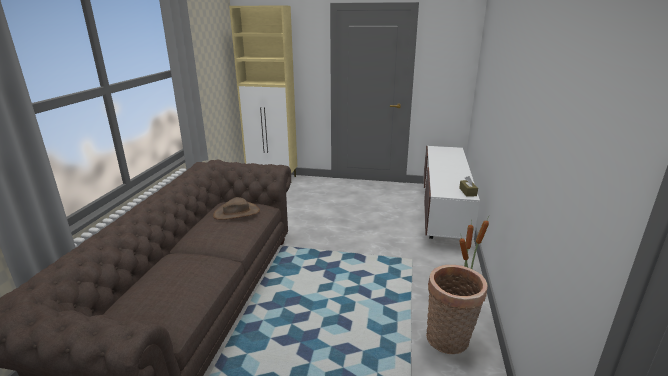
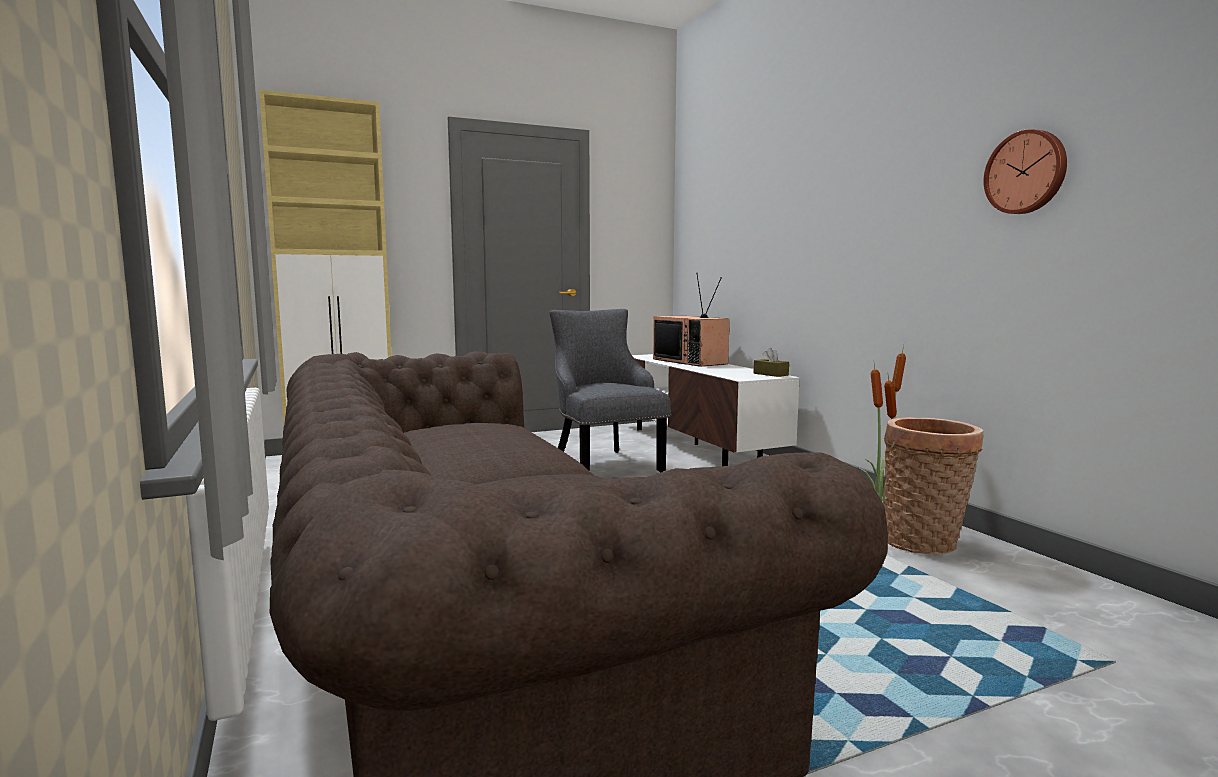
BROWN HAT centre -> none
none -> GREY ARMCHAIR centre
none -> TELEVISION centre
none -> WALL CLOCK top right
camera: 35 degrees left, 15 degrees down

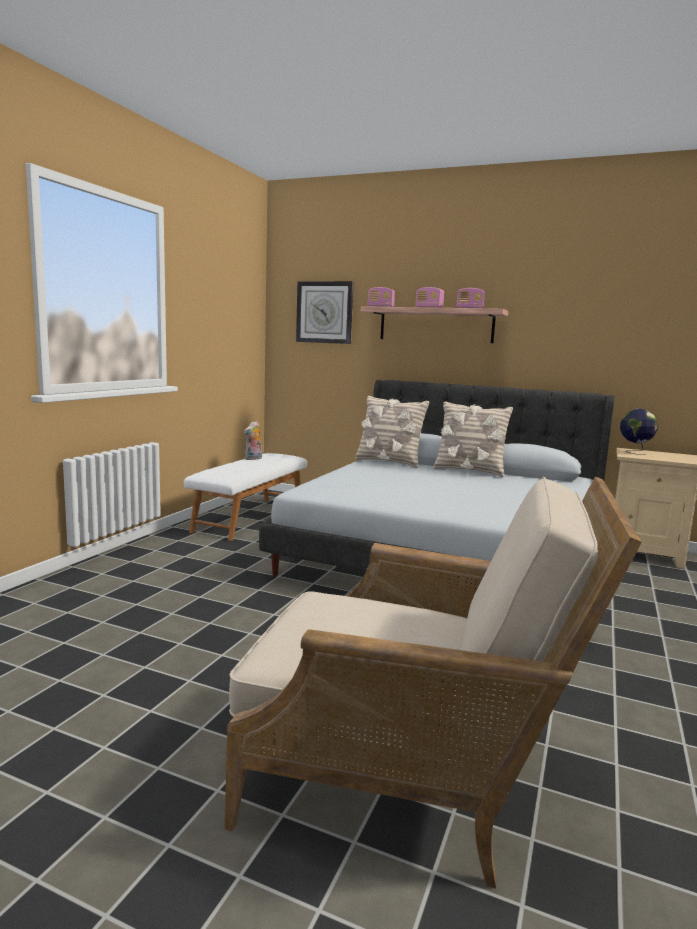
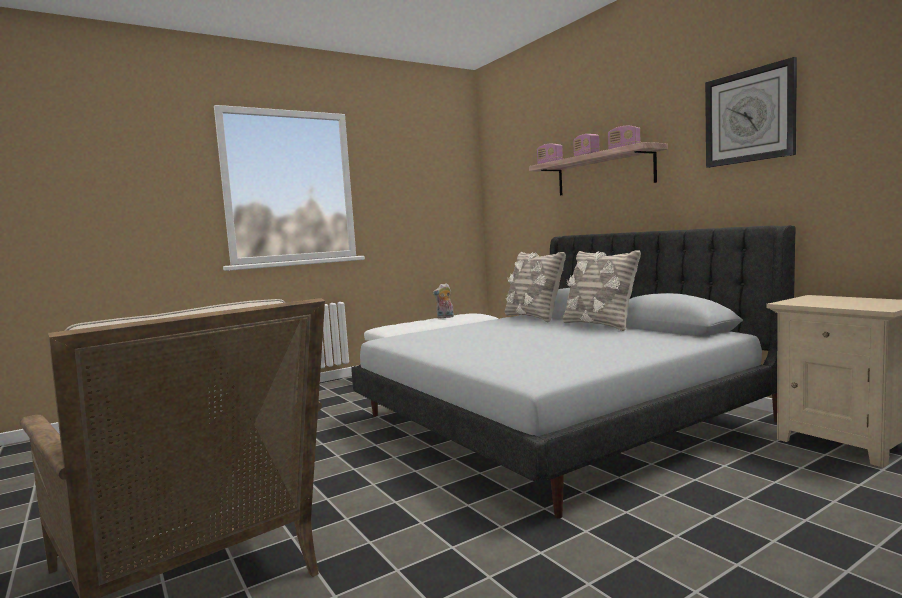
WALL CLOCK centre -> WALL CLOCK top right, move
GLOBE middle right -> none
camera: 35 degrees right, 5 degrees down

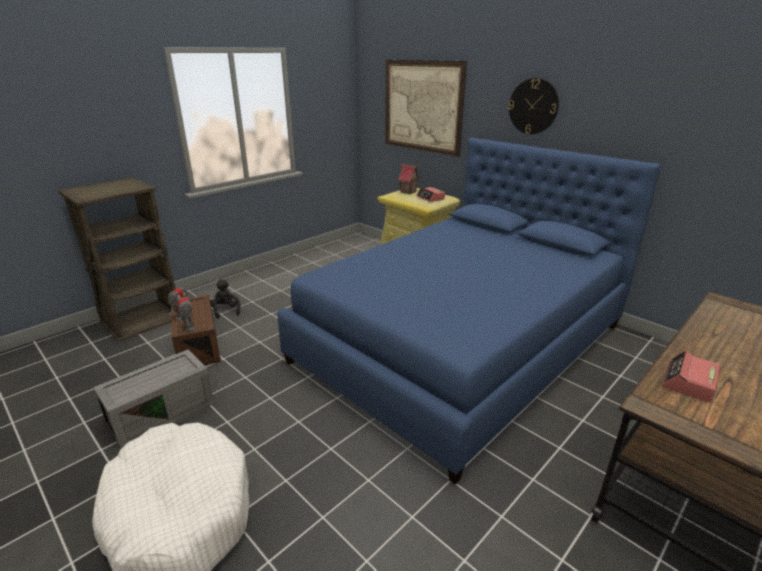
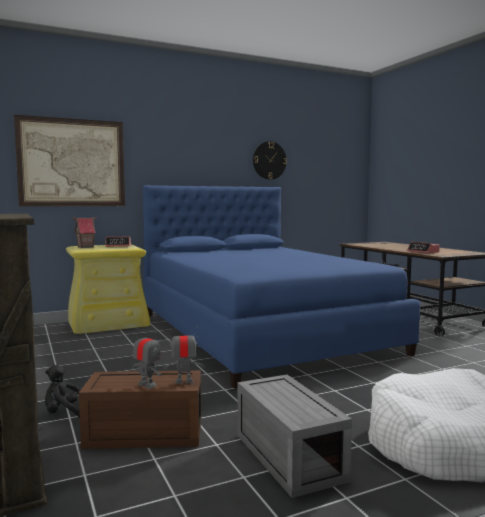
WALL CLOCK top right -> WALL CLOCK top centre, move
camera: 70 degrees left, 20 degrees down

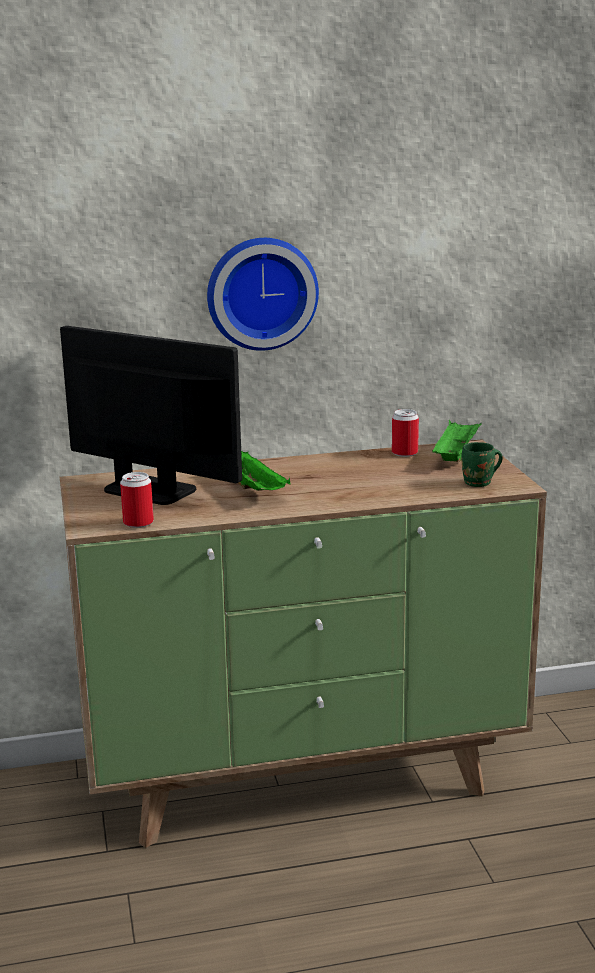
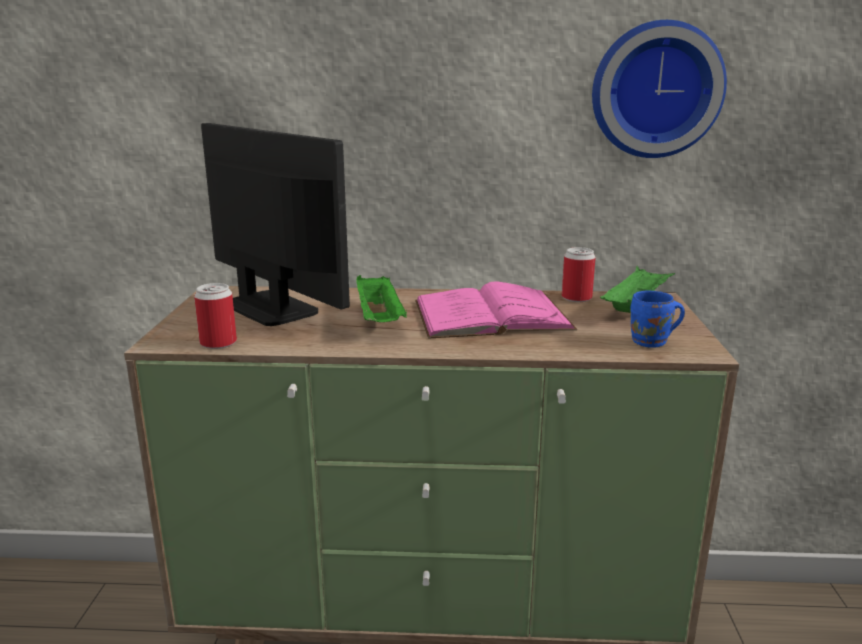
WALL CLOCK top centre -> WALL CLOCK top right, move
GREEN MUG middle right -> BLUE MUG middle right
none -> PINK BOOK centre
camera: 15 degrees right, 0 degrees up

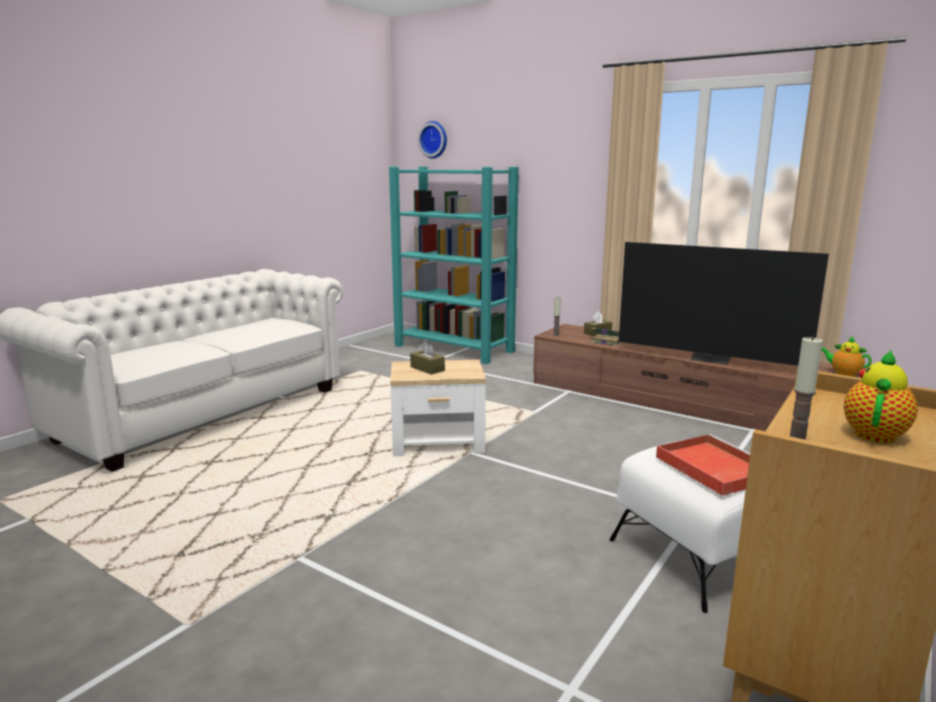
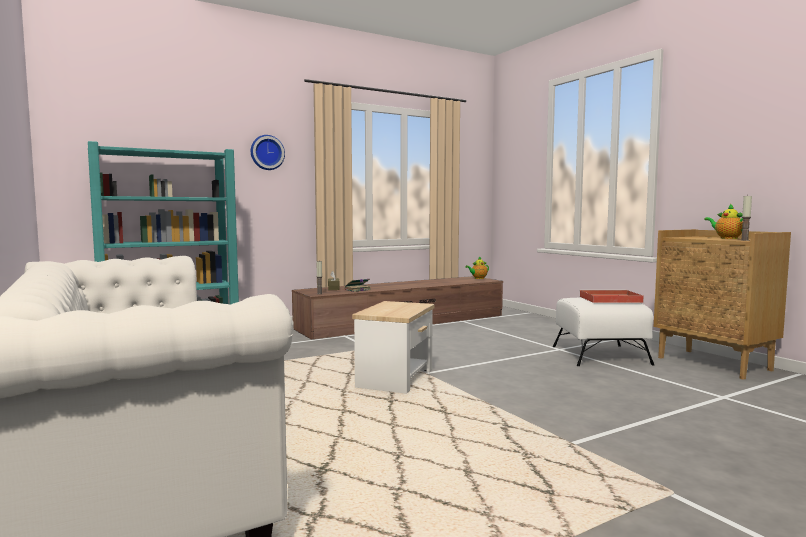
BROWN TISSUE BOX (1st from left) centre -> none
WALL CLOCK top centre -> WALL CLOCK top left, move
TELEVISION middle right -> none
camera: 65 degrees left, 10 degrees down

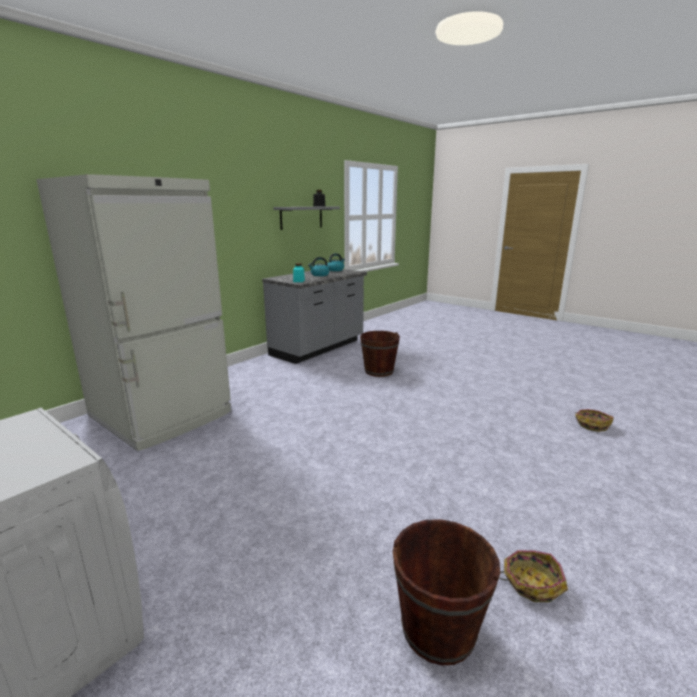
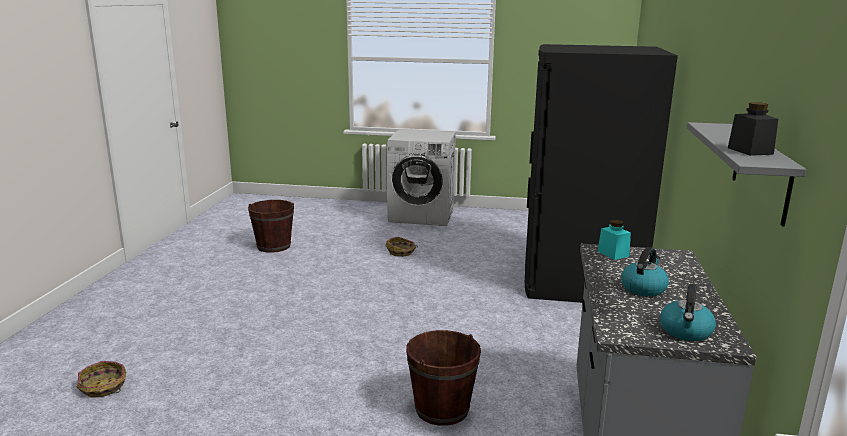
WHITE FRIDGE middle left -> BLACK FRIDGE middle right
BASKET (1st from left in the first image) bottom right -> BASKET (2nd from left) centre, move
camera: 150 degrees right, 0 degrees up

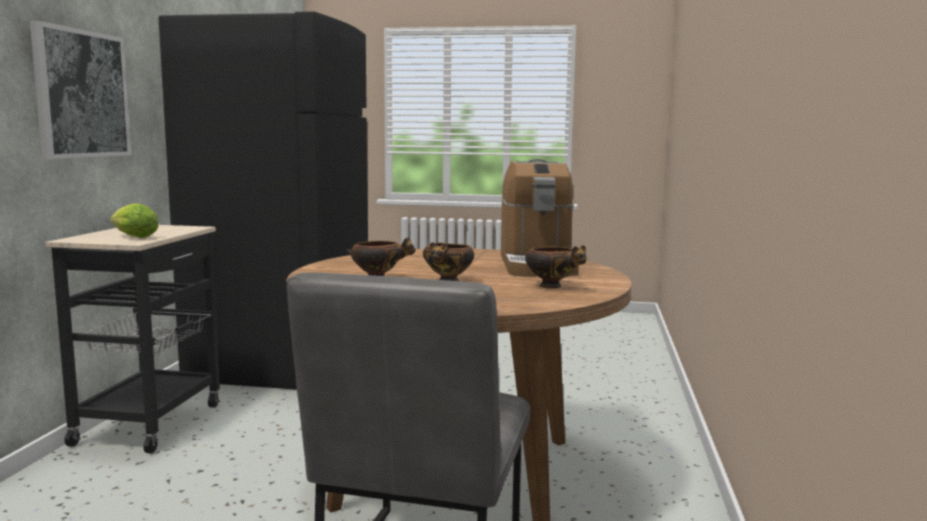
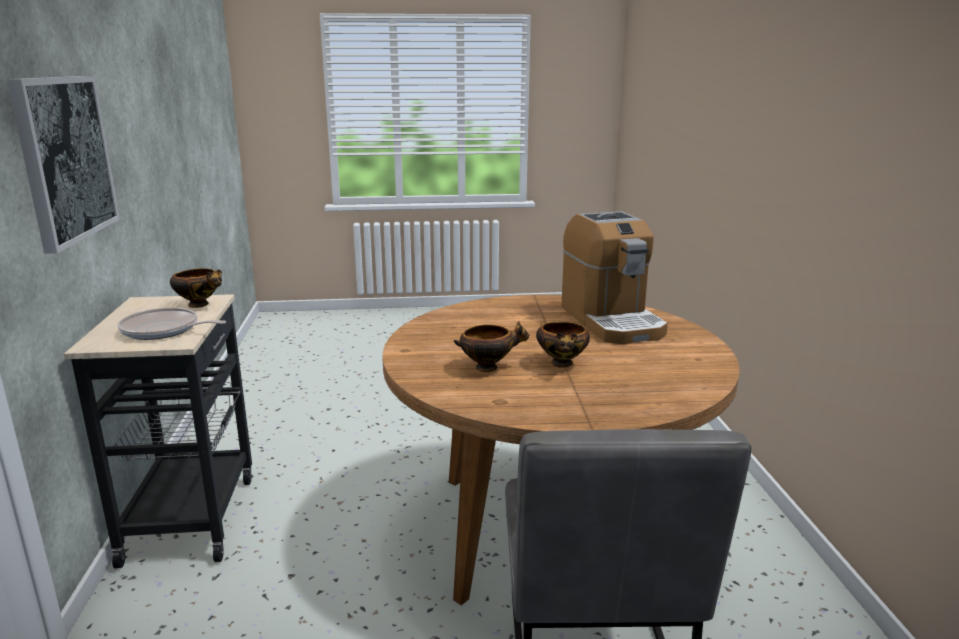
LETTUCE middle left -> FRYING PAN middle left
BLACK FRIDGE middle left -> none
BOWL (3rd from left in the first image) centre -> BOWL (1st from left) middle left, move
camera: 15 degrees left, 10 degrees up

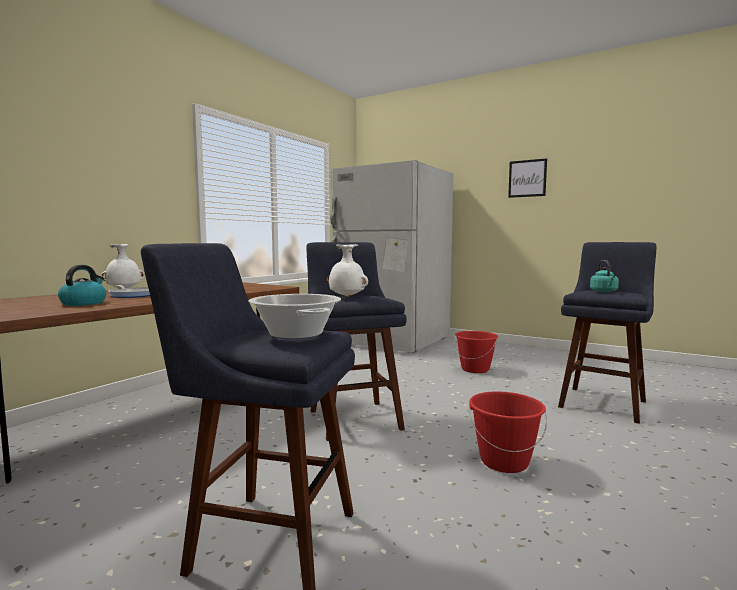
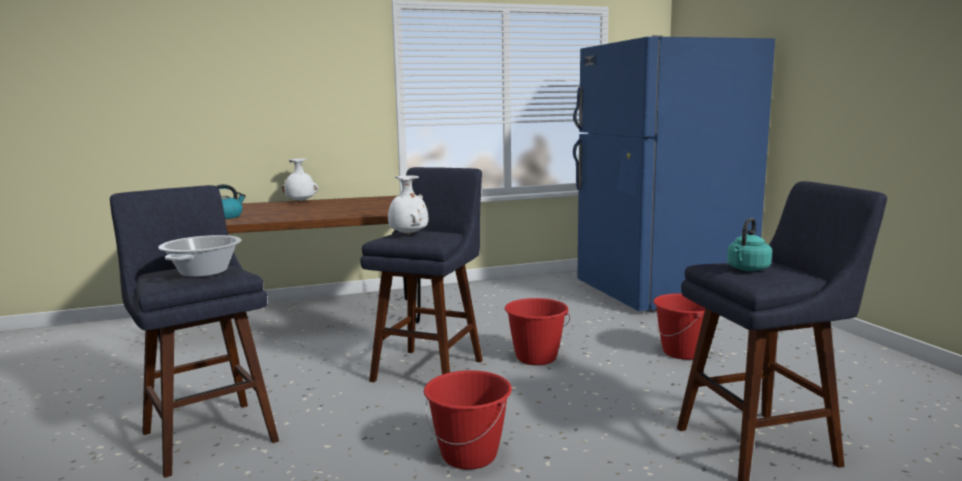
FRYING PAN middle left -> none
WHITE FRIDGE centre -> BLUE FRIDGE middle right
PICTURE top right -> none
none -> RED BUCKET (2nd from left) bottom centre
camera: 40 degrees right, 5 degrees up

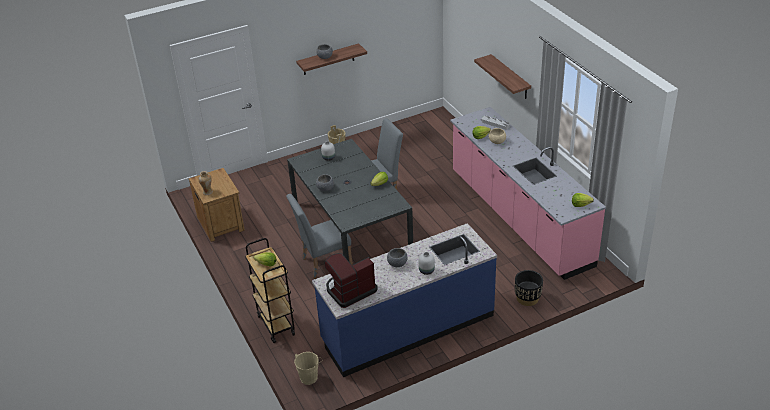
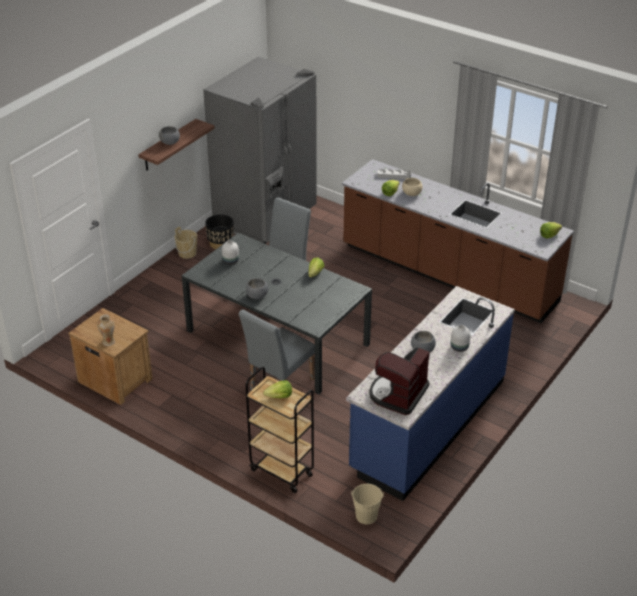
PINK COUNTER middle right -> BROWN COUNTER middle right
SHELF (2nd from left) top centre -> none
BLACK PLANTER bottom right -> BLACK PLANTER centre, move
none -> GREY FRIDGE top centre
camera: 30 degrees left, 0 degrees up

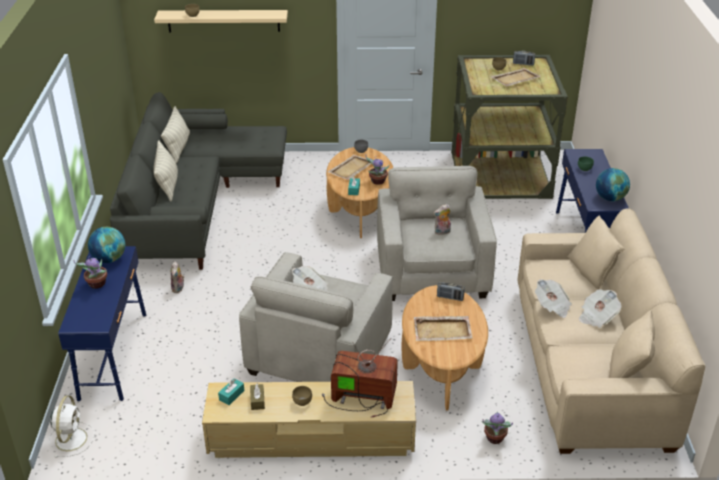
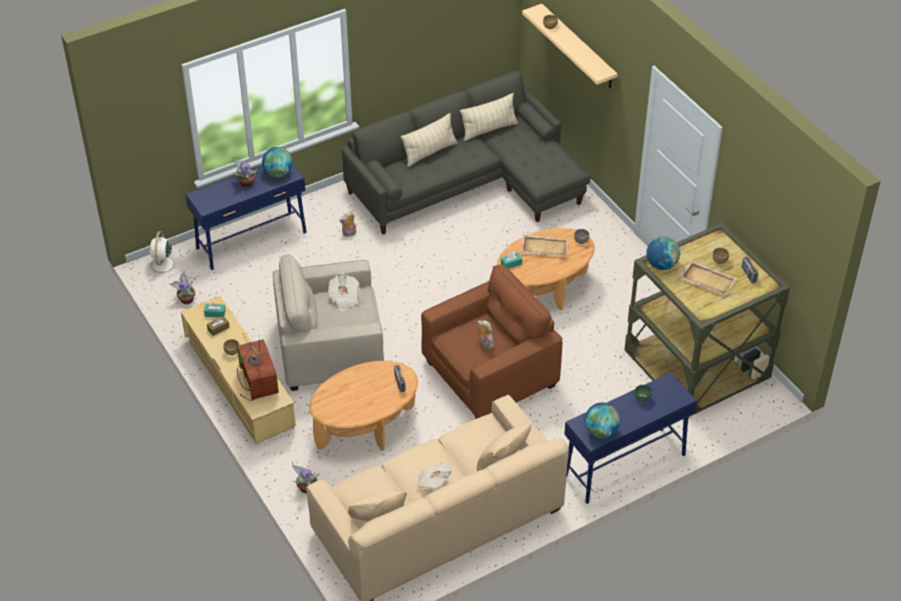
WHITE FAN bottom left -> WHITE FAN middle left, 120 degrees clockwise
POTTED PLANT (2nd from left in the first image) centre -> POTTED PLANT (1st from left) middle left, move
GREY ARMCHAIR (2nd from left) centre -> BROWN ARMCHAIR centre
BEIGE TRAY (2nd from left) bottom centre -> none
NEWSPAPER (2nd from left) middle right -> none
none -> GLOBE (3rd from left) middle right
camera: 60 degrees right, 10 degrees up

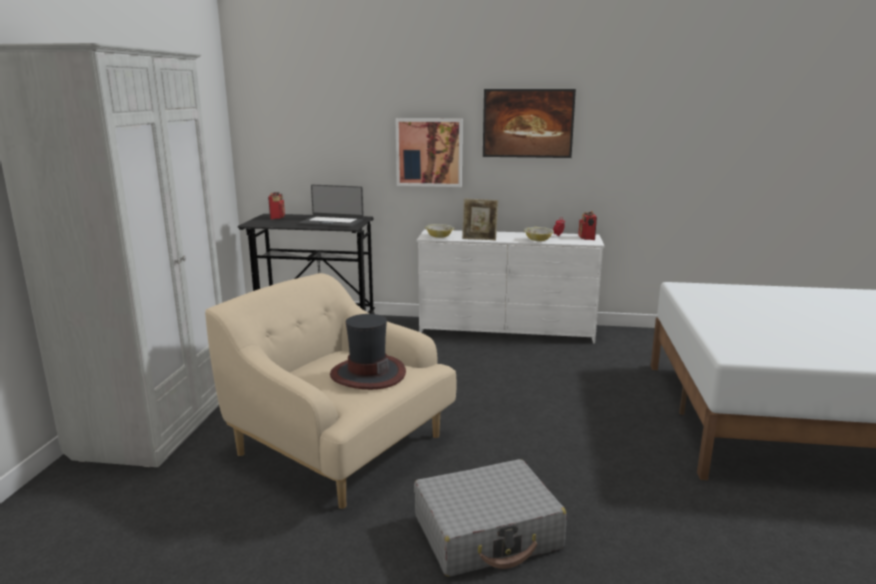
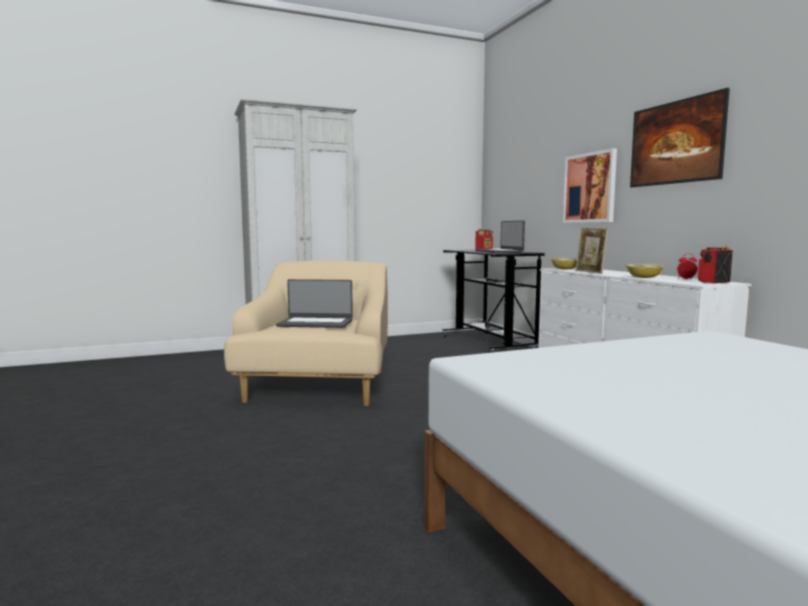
HAT centre -> LAPTOP (1st from left) centre
GREY SUITCASE bottom centre -> none
camera: 60 degrees right, 10 degrees down

